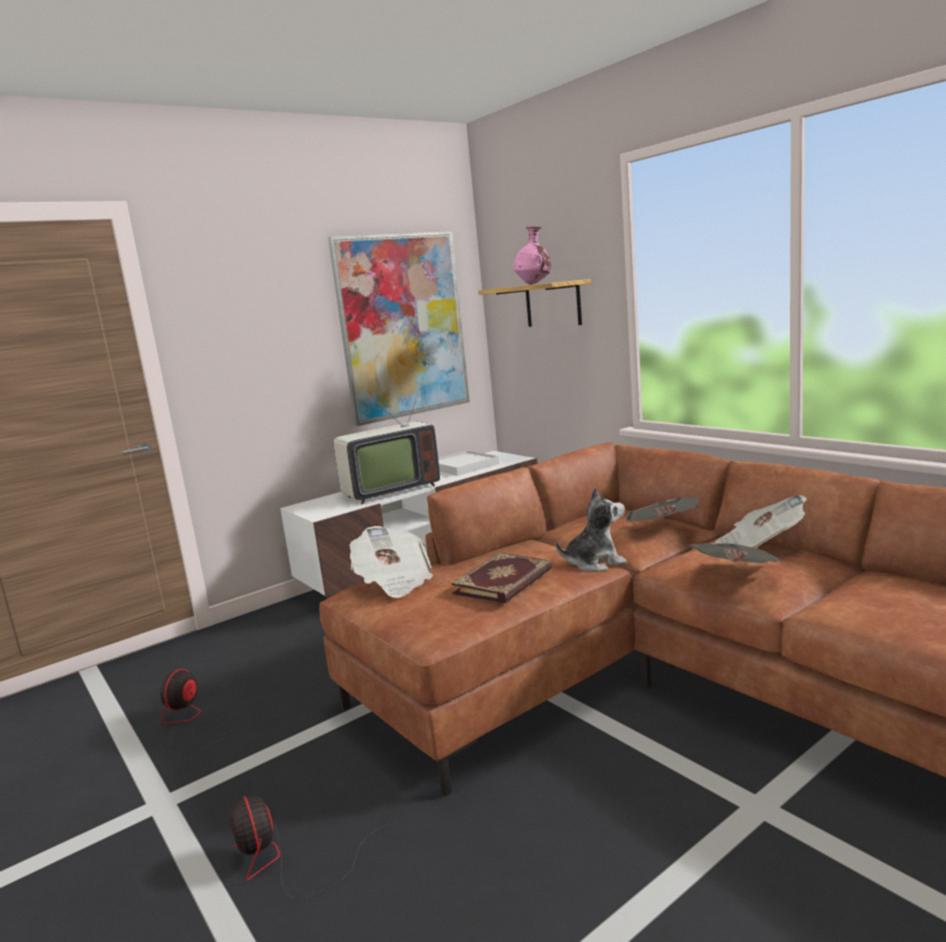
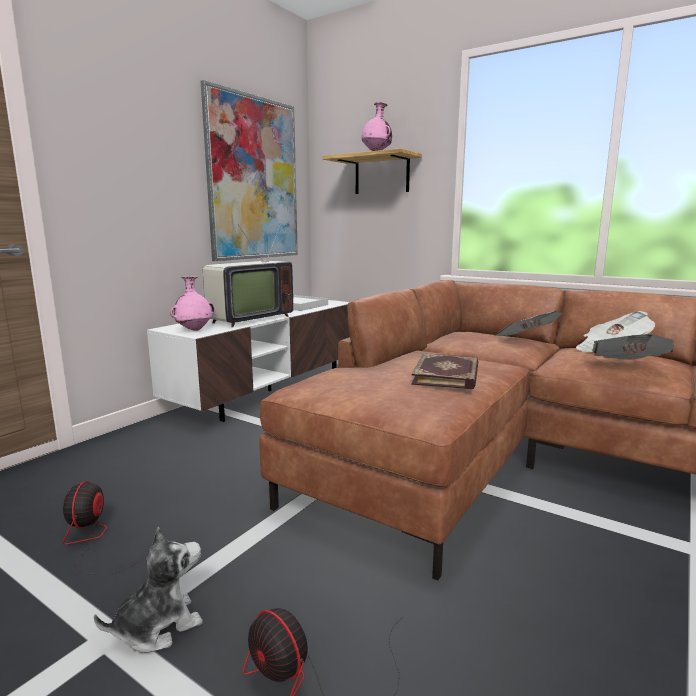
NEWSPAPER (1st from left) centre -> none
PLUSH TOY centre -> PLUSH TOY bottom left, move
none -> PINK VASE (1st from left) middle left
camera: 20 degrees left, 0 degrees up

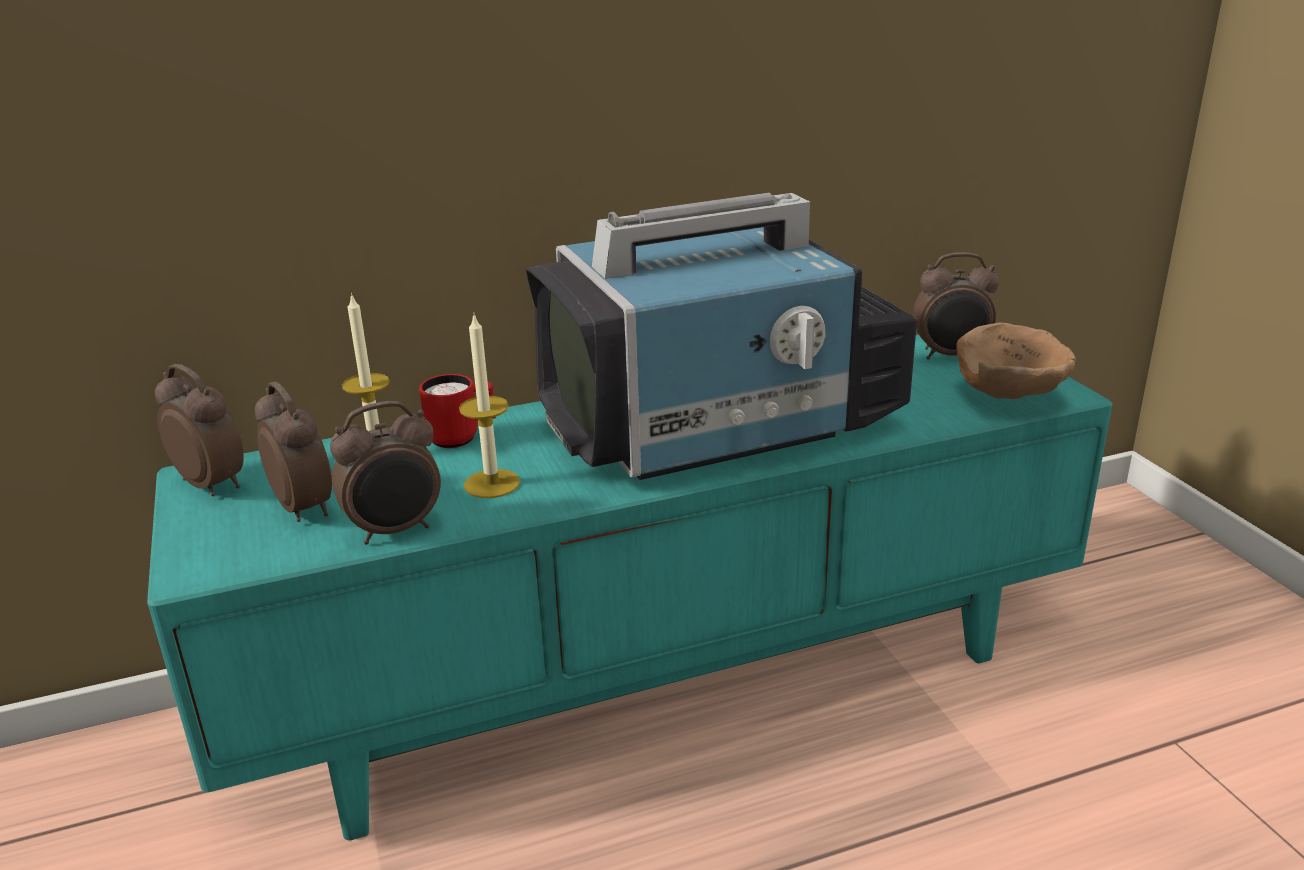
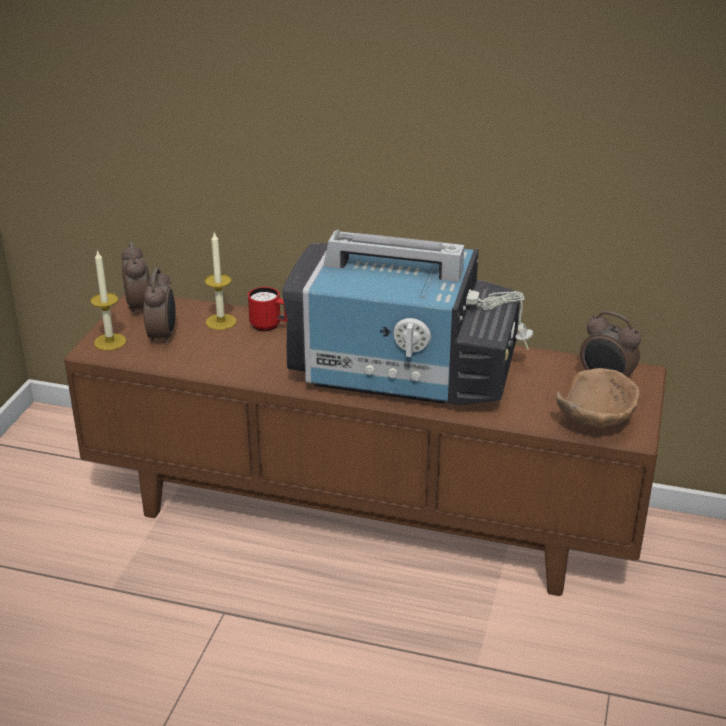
TURQUOISE TV STAND bottom centre -> BROWN TV STAND centre
ALARM CLOCK (3rd from left) middle left -> none
CANDLE (2nd from left in the first image) centre -> CANDLE (1st from left) middle left, move
camera: 35 degrees right, 5 degrees up

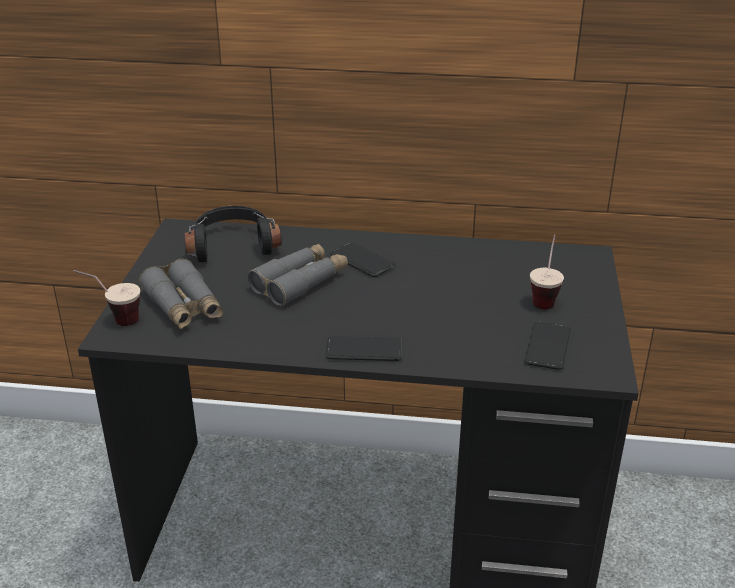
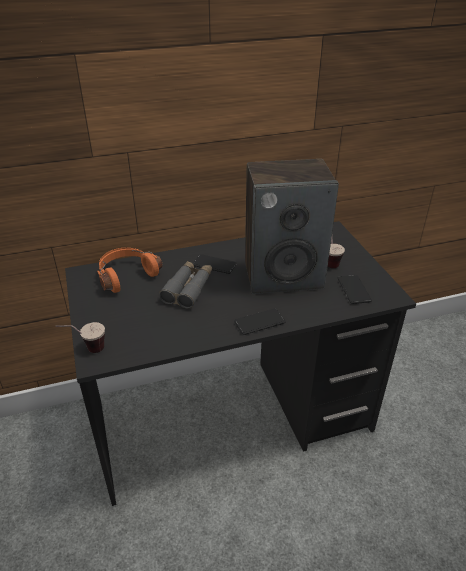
GREY BINOCULARS (1st from left) middle left -> none
BLACK HEADPHONES middle left -> ORANGE HEADPHONES middle left
none -> SPEAKER centre
camera: 25 degrees left, 5 degrees up

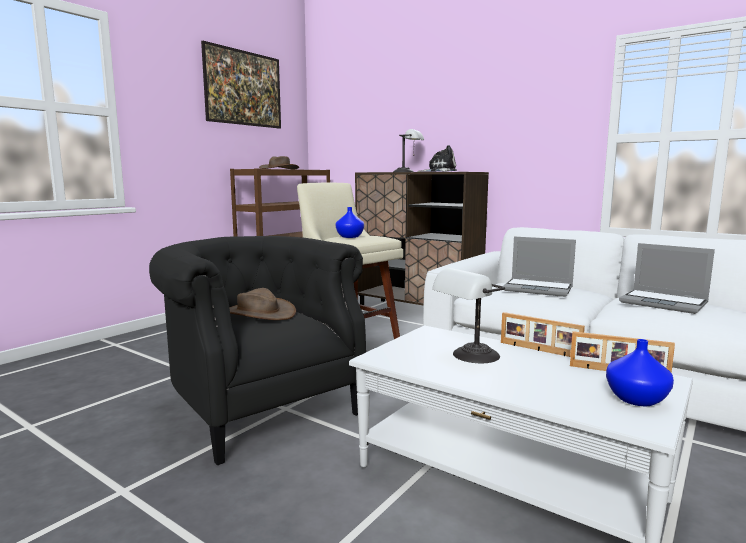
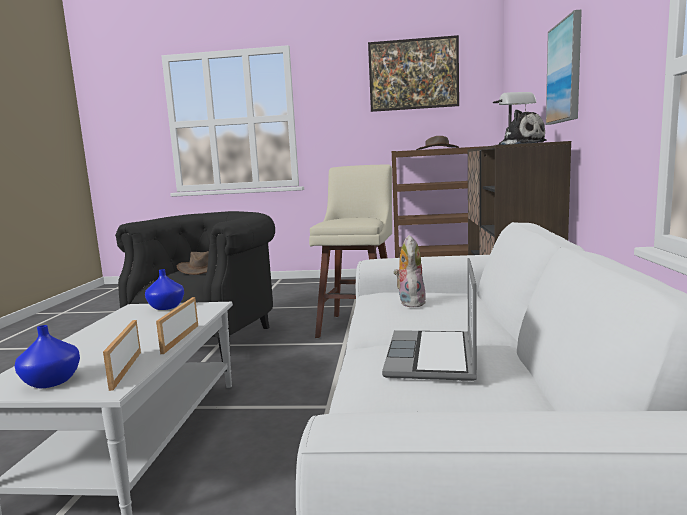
BLUE VASE (1st from left in the first image) centre -> BLUE VASE (2nd from left) middle left, move
TABLE LAMP (2nd from left) centre -> none
LAPTOP (1st from left) middle right -> PLUSH TOY (1st from left) centre
none -> PICTURE (2nd from left) top right
camera: 60 degrees right, 0 degrees up

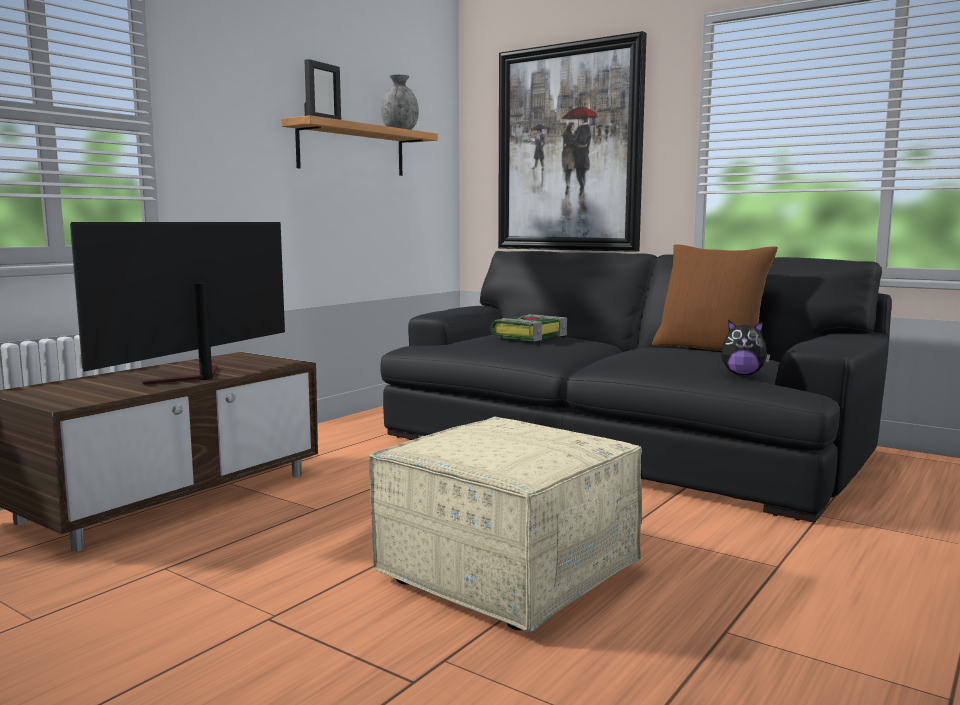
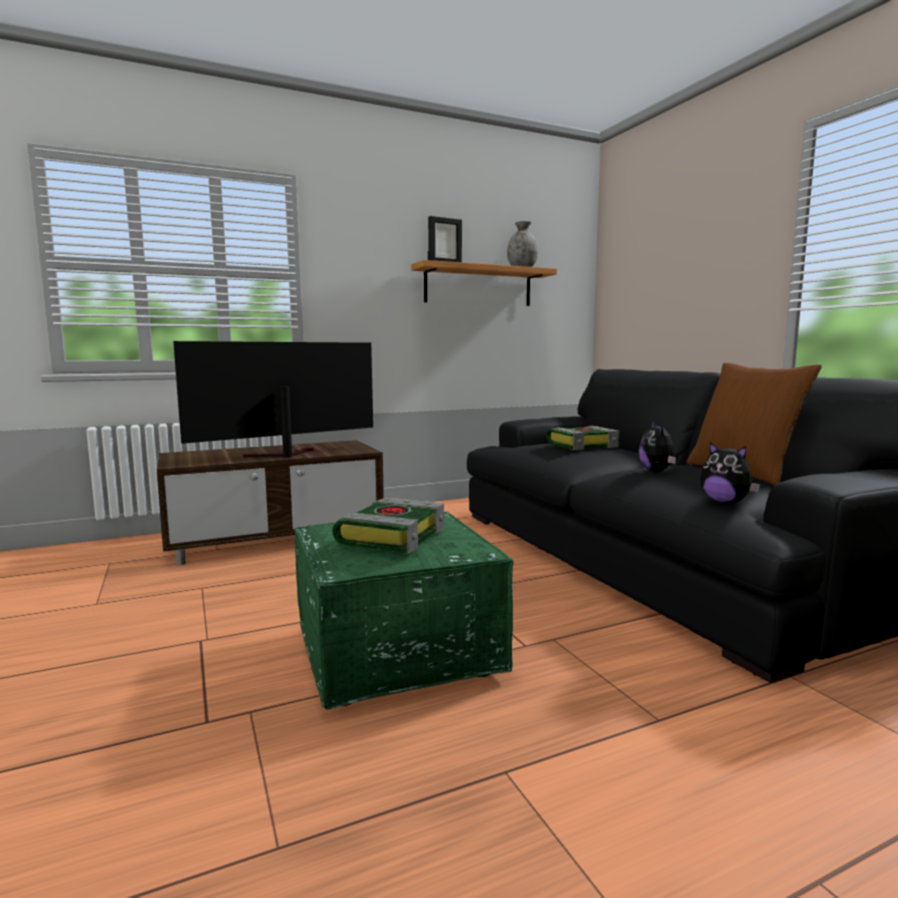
BEIGE OTTOMAN bottom centre -> GREEN OTTOMAN bottom centre
PICTURE top centre -> none
none -> BOOK (1st from left) centre
none -> PLUSH TOY (1st from left) middle right
camera: 30 degrees right, 0 degrees up

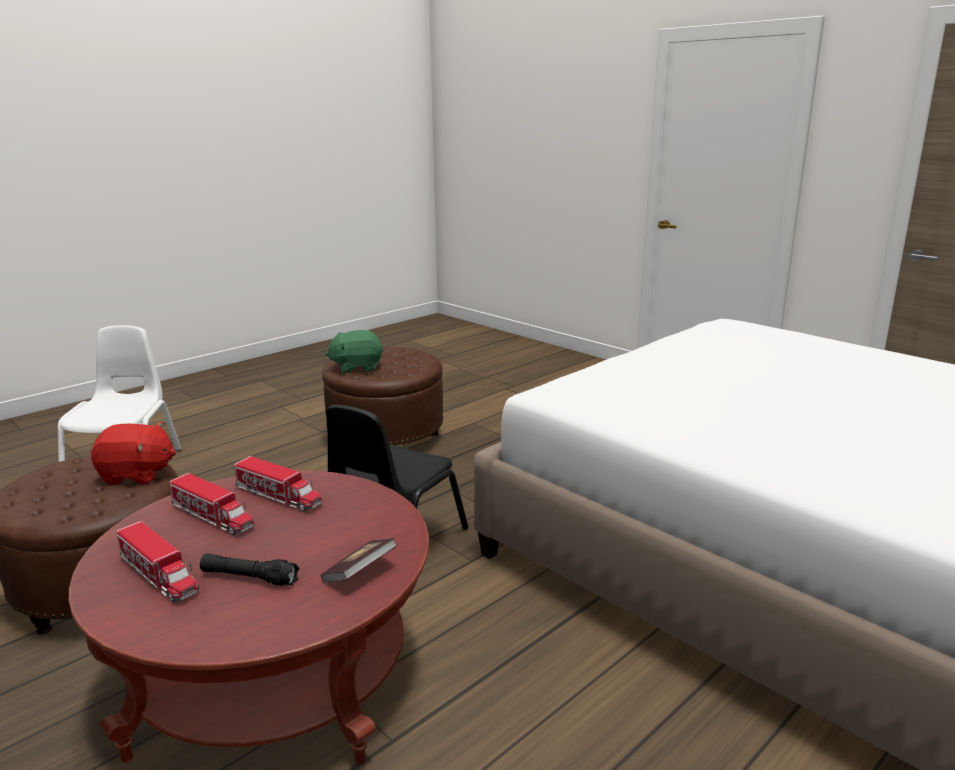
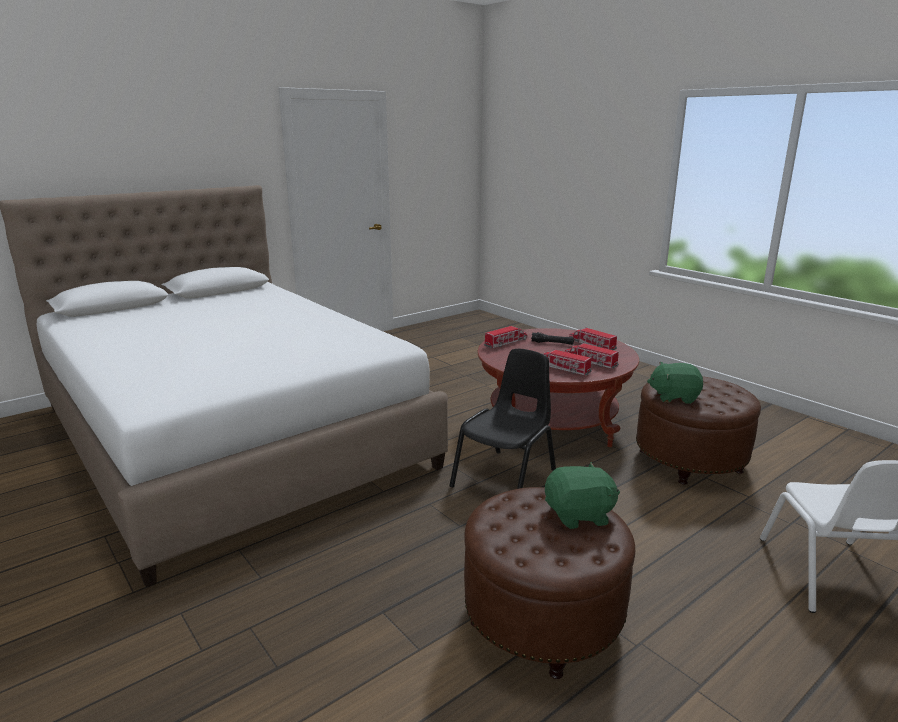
RED PLUSH TOY middle left -> GREEN PLUSH TOY (2nd from left) middle right
BOOK bottom centre -> TOY TRUCK (1st from left) centre
camera: 175 degrees left, 0 degrees up

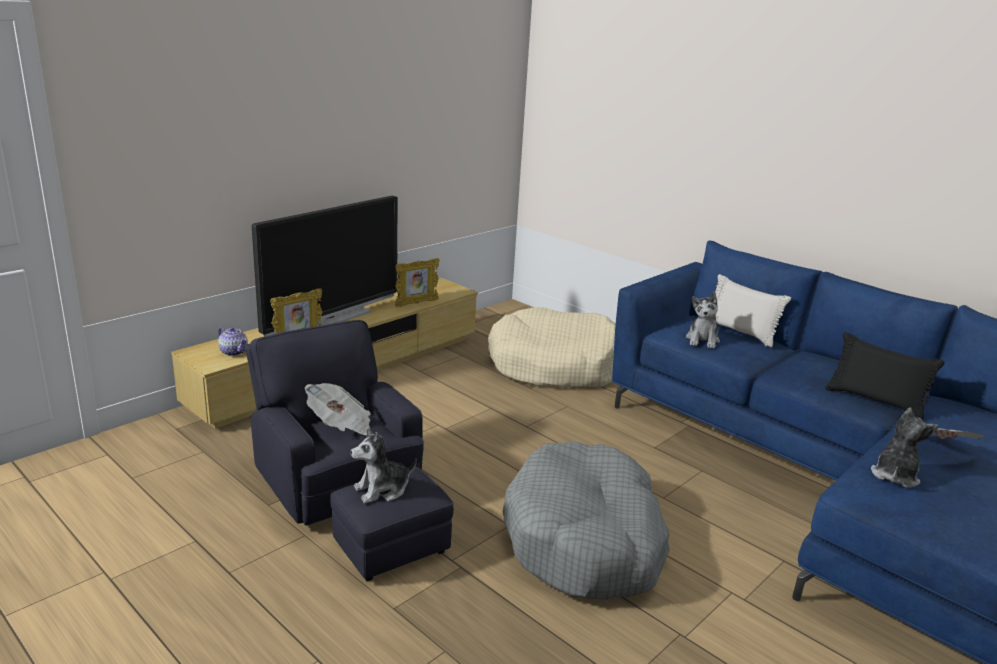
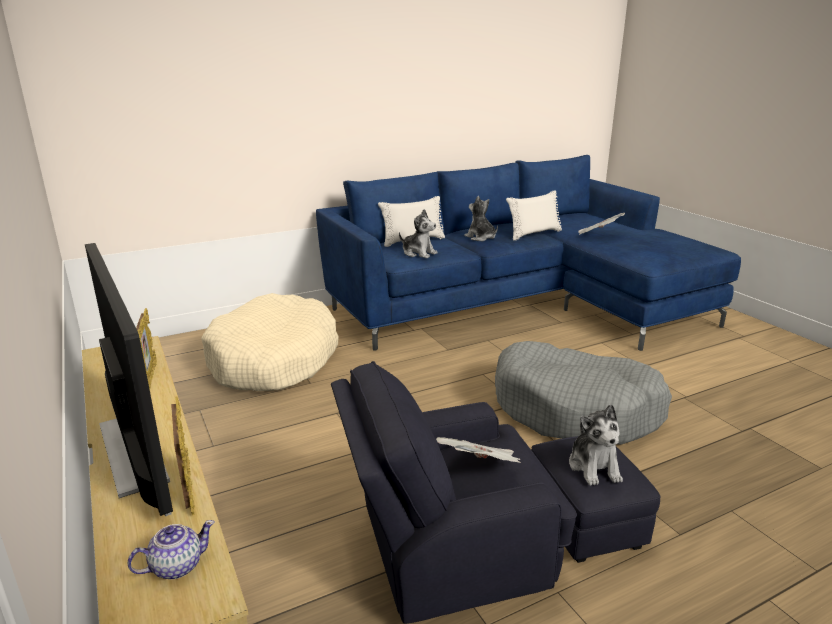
BLACK PILLOW middle right -> WHITE PILLOW (2nd from left) centre
PLUSH TOY (3rd from left in the first image) bottom right -> PLUSH TOY (2nd from left) centre, move
camera: 70 degrees left, 0 degrees up

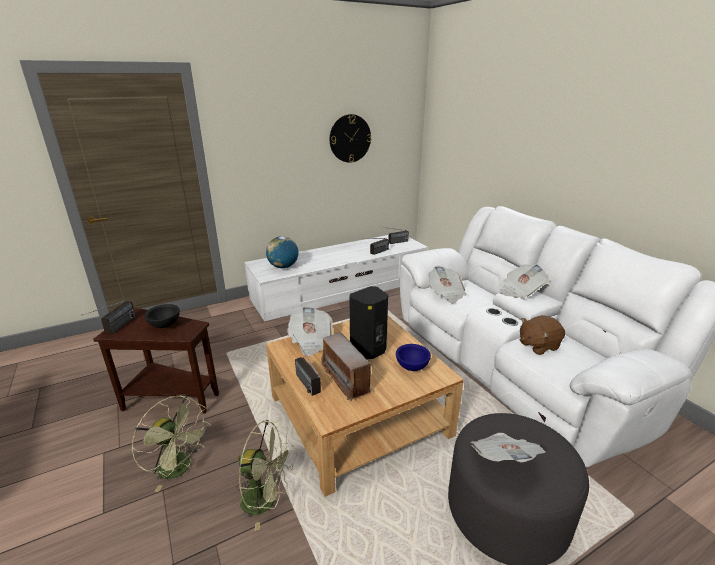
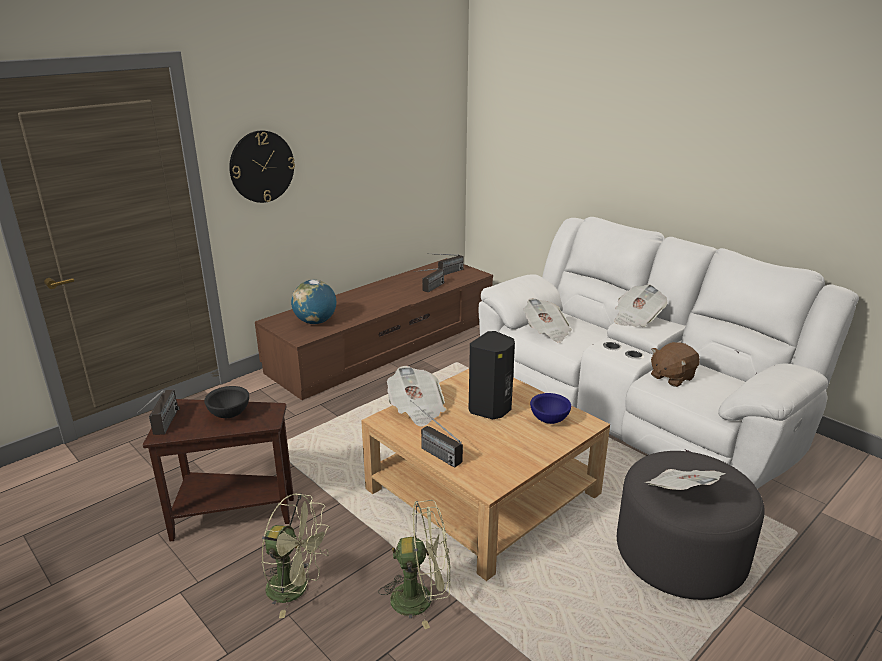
WHITE TV STAND centre -> BROWN TV STAND centre
RADIO (3rd from left) centre -> none
WALL CLOCK top centre -> WALL CLOCK top left, move
camera: 15 degrees left, 0 degrees up

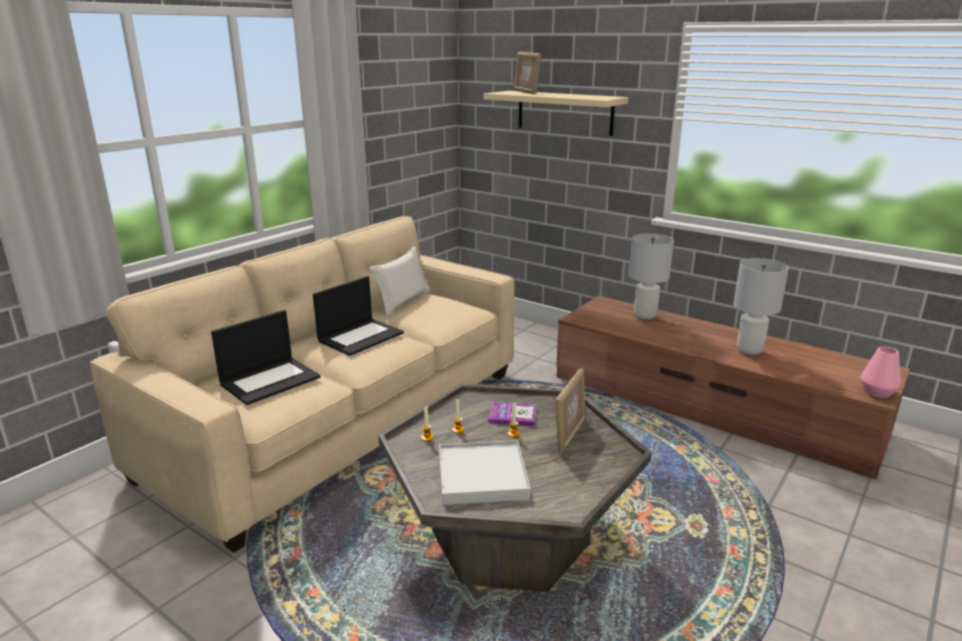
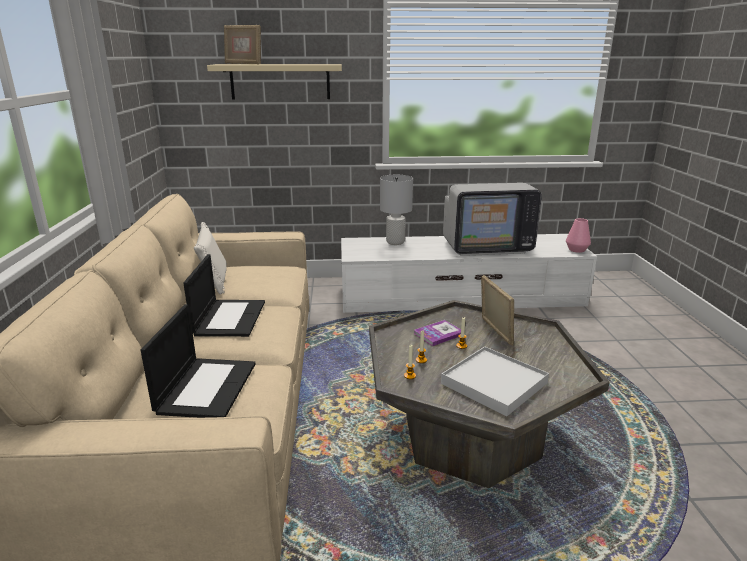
BROWN TV STAND middle right -> WHITE TV STAND centre
GREY TABLE LAMP (2nd from left) middle right -> TELEVISION centre
camera: 40 degrees left, 0 degrees up

